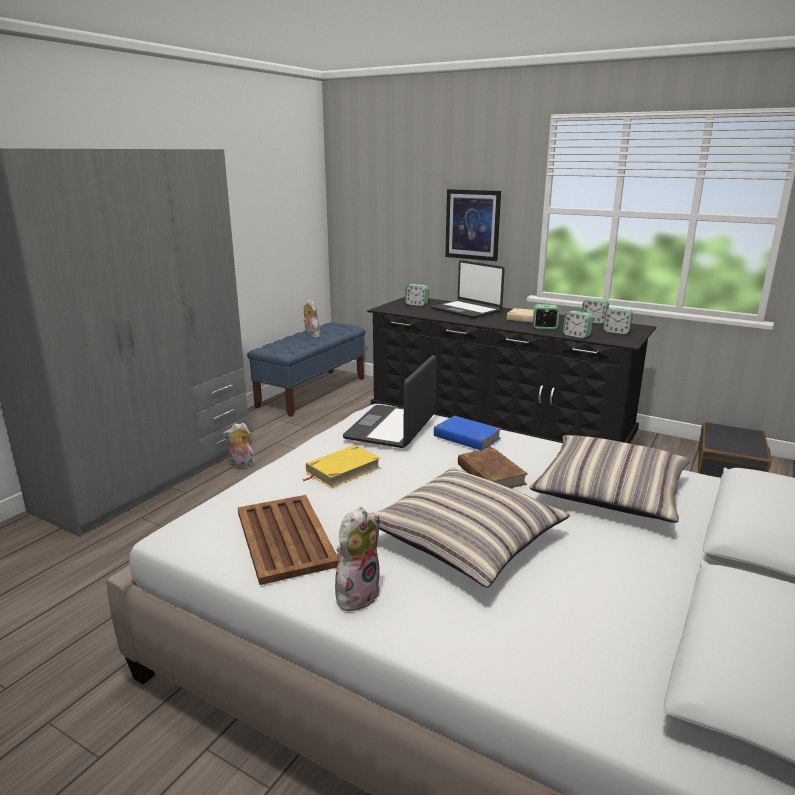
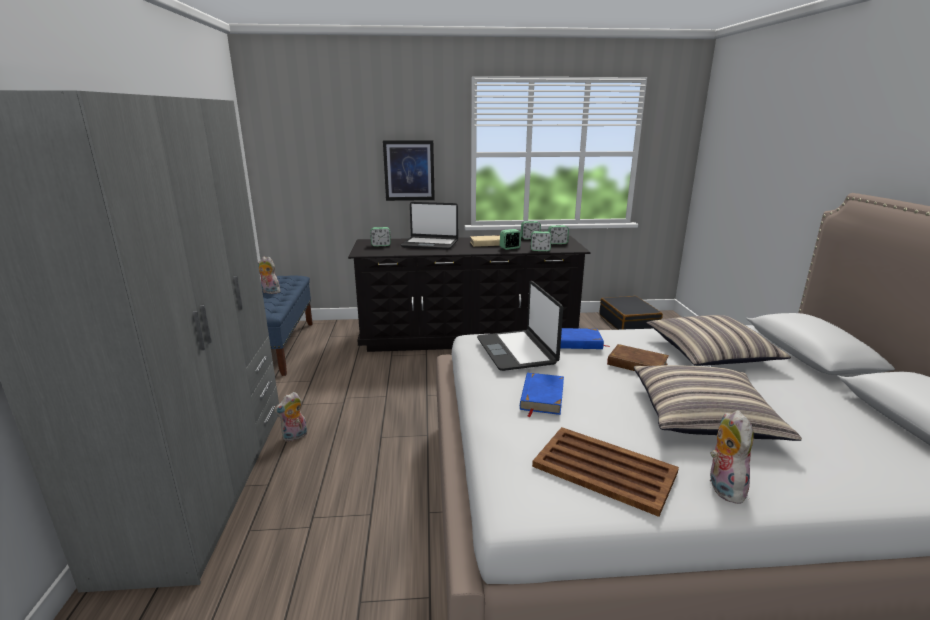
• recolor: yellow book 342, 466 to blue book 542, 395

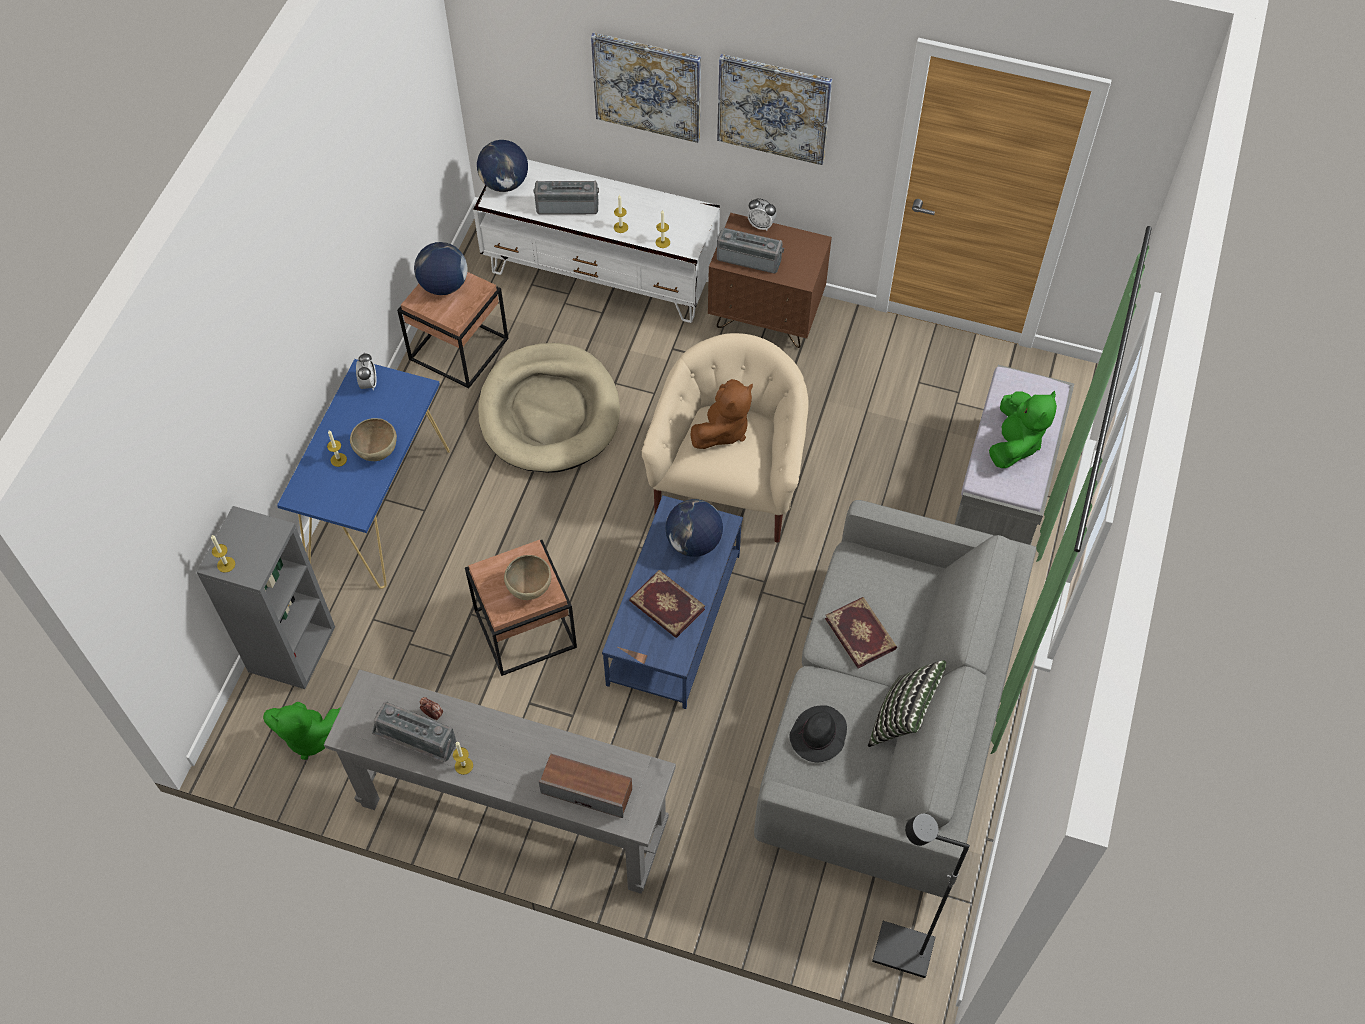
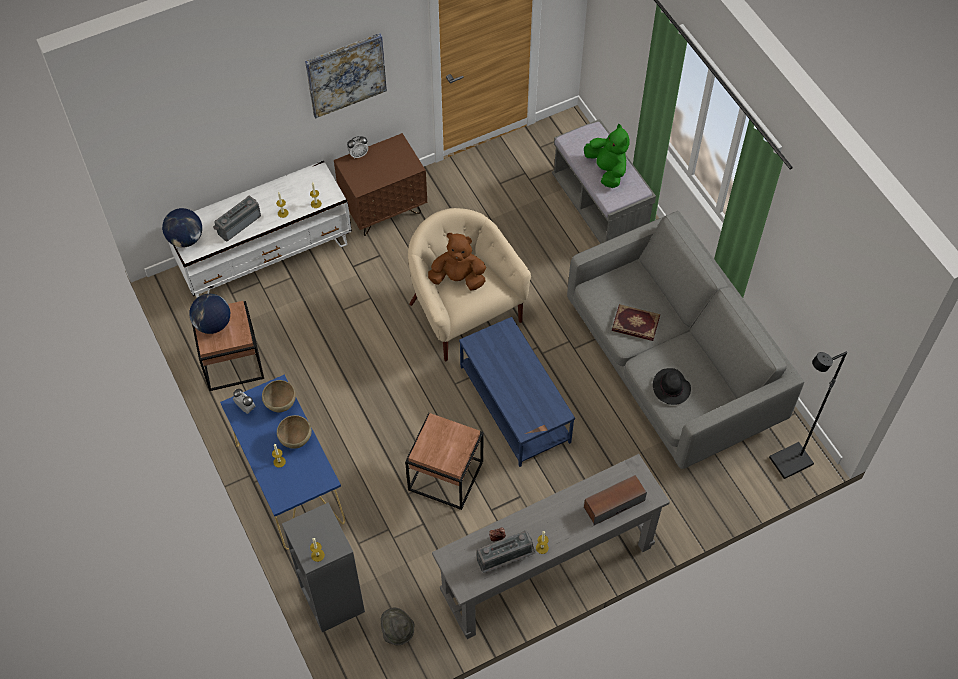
• delete: picture 646, 88
• delete: radio 750, 250
• delete: beige dog bed 549, 408
• rotate: brown plush toy 721, 414 = 457, 262 75 degrees counterclockwise
• delete: globe 694, 528
• move: brown bowl 527, 577 to 279, 396
• delete: book 667, 604
• delete: pillow 907, 703
• replace: green plush toy 302, 731 to grey hat 397, 626

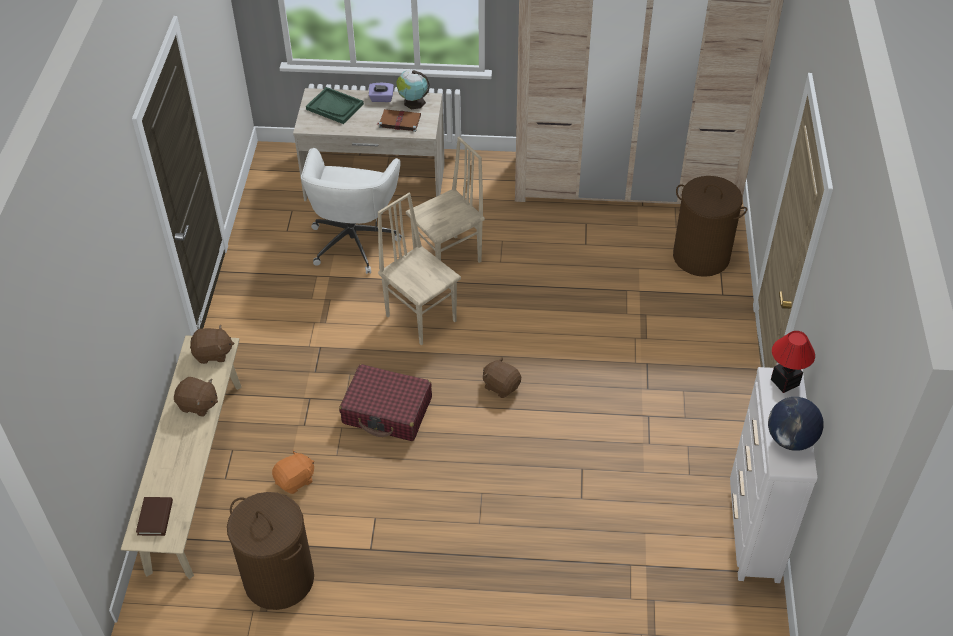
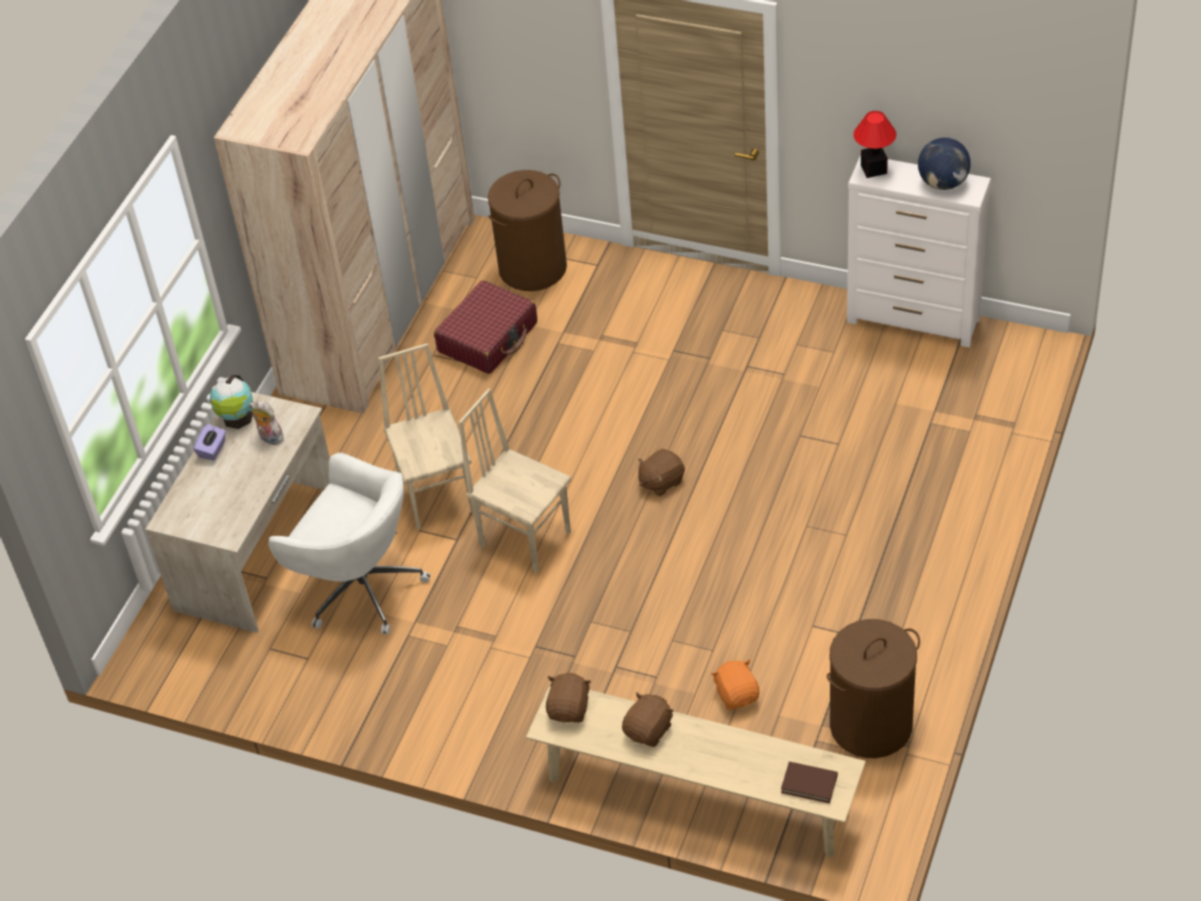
• delete: green tray 335, 105
• replace: brown book 399, 120 to plush toy 266, 423
• rotate: beige chair 419, 269 = 515, 480 60 degrees clockwise
• move: red suitcase 385, 402 to 485, 327

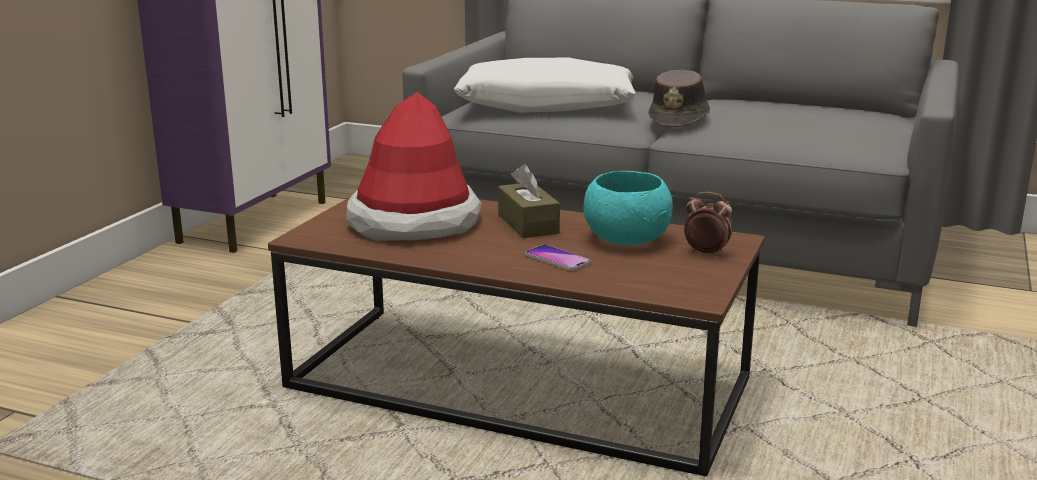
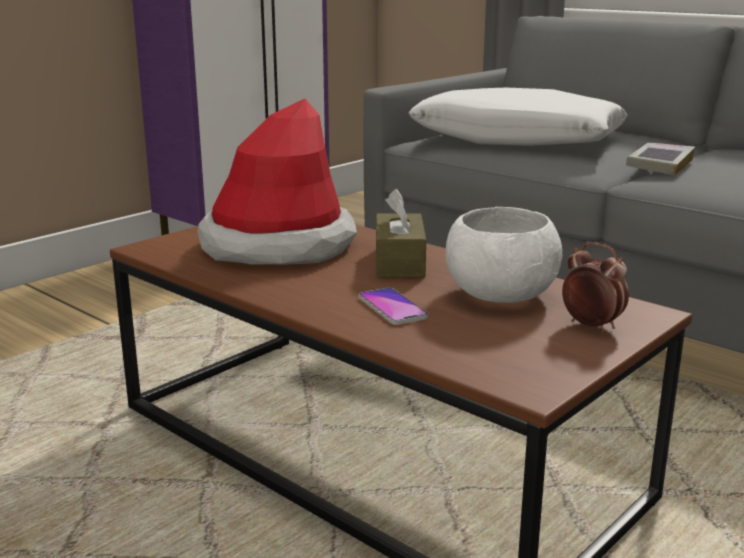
• replace: brown hat 679, 98 to book 660, 159
• recolor: turquoise bowl 628, 208 to white bowl 504, 255

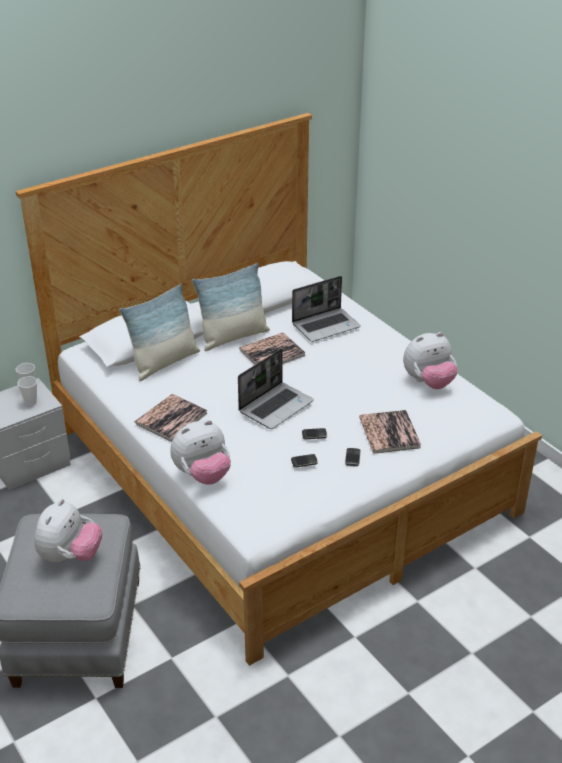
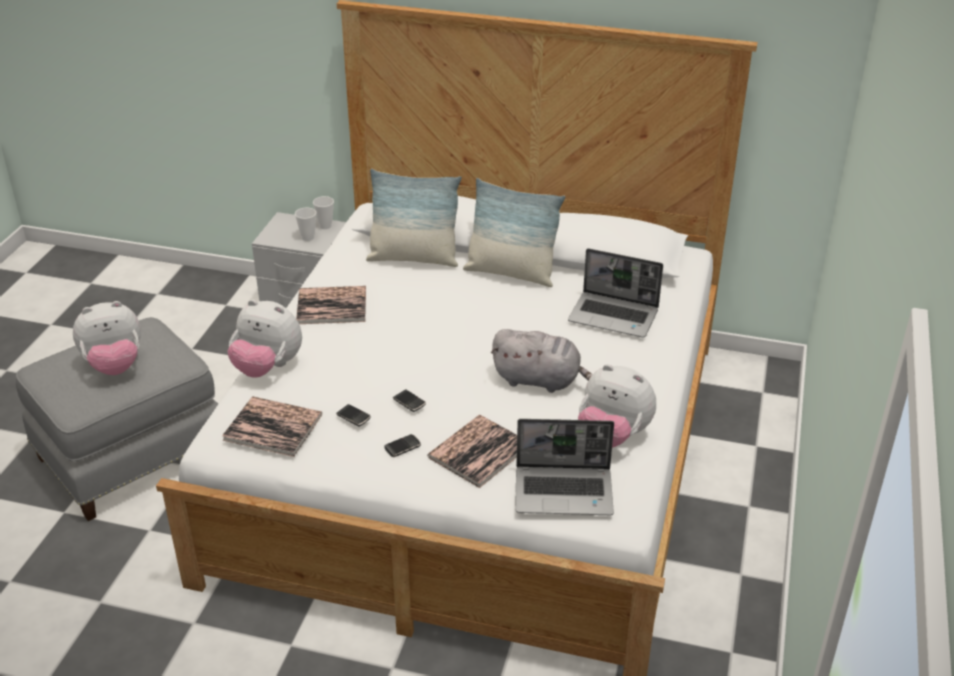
• move: book 272, 349 to 272, 426
• move: laptop 276, 389 to 564, 467
• insert: grey plush toy 541, 361

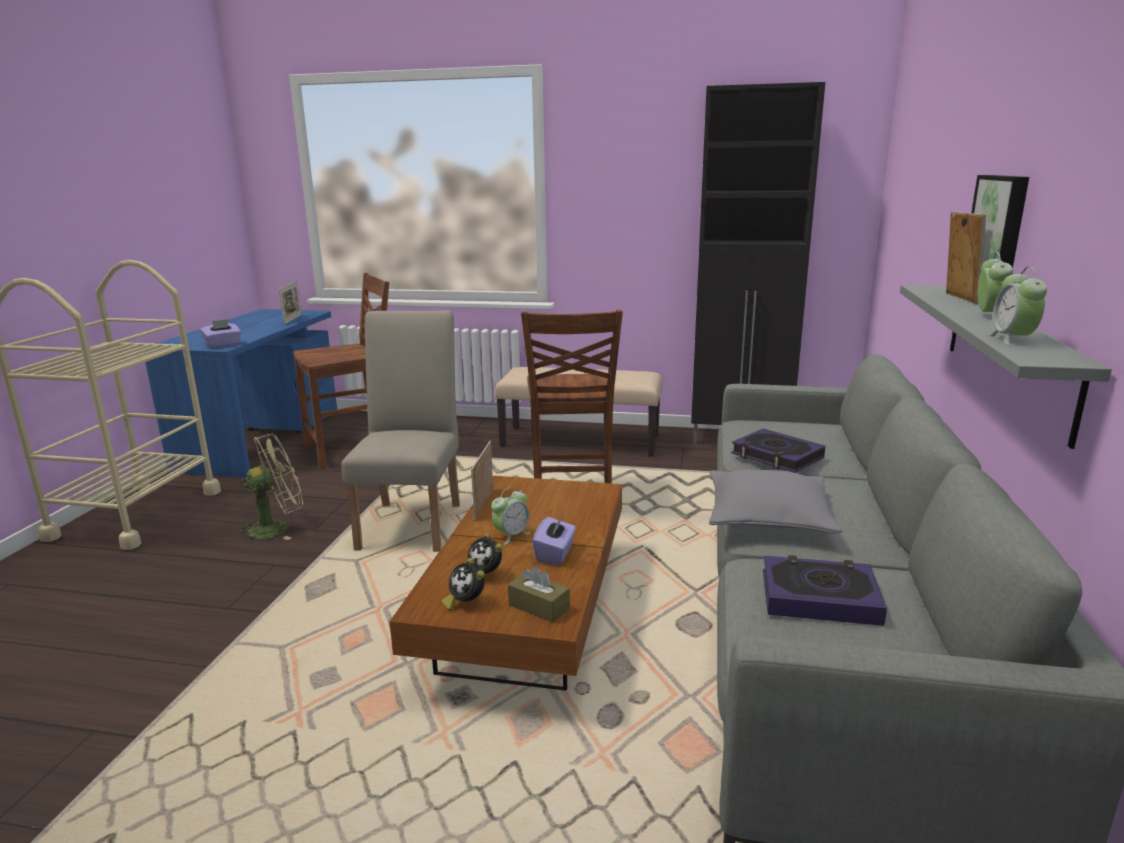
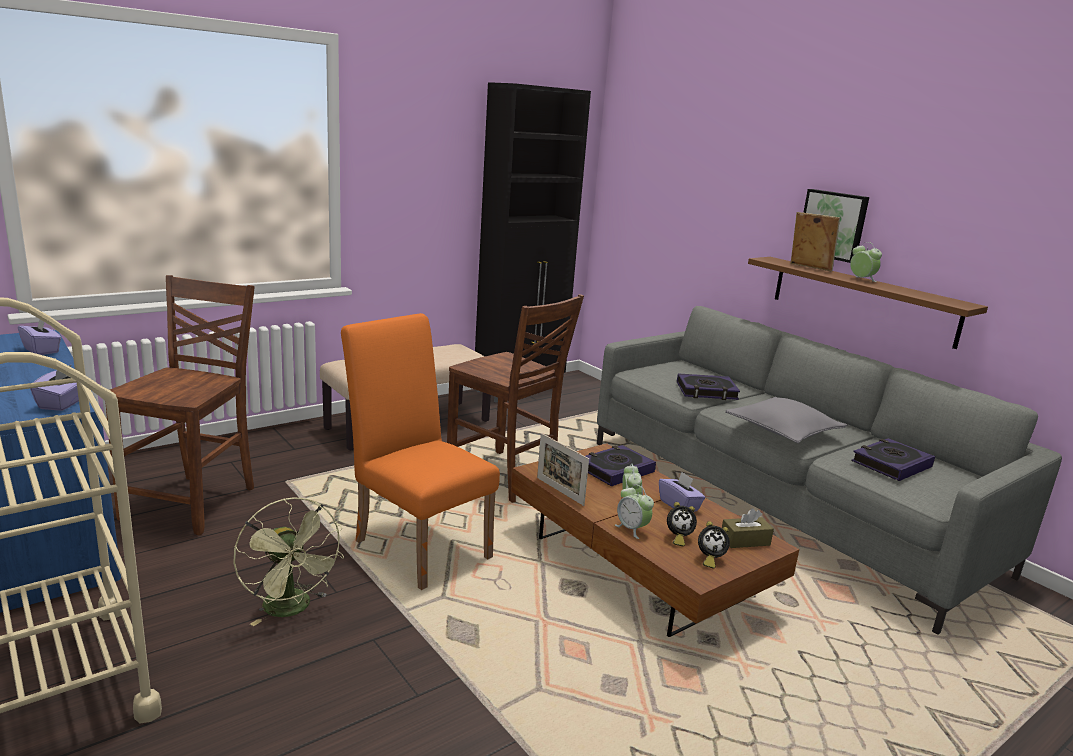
• move: alarm clock 1017, 306 to 634, 512
• replace: picture frame 290, 303 to purple tissue box 39, 337
• recolor: grey shelf 1006, 367 to brown shelf 868, 303
• recolor: beige chair 400, 431 to orange chair 420, 451
• rotate: green fan 268, 487 = 288, 562 135 degrees clockwise
• insert: book 621, 465

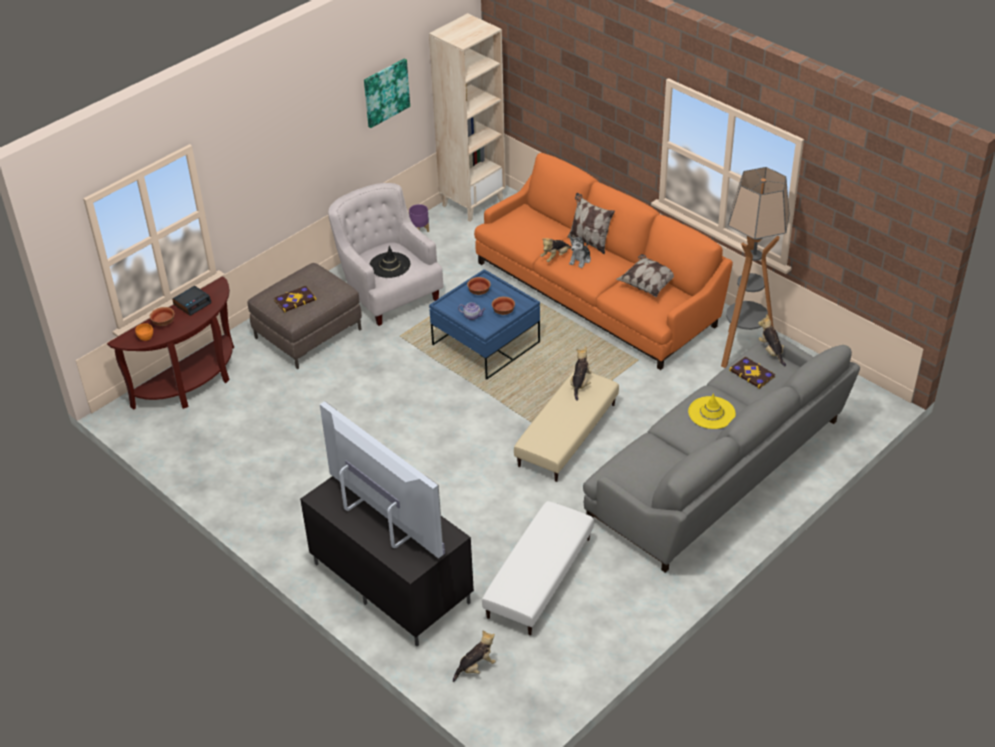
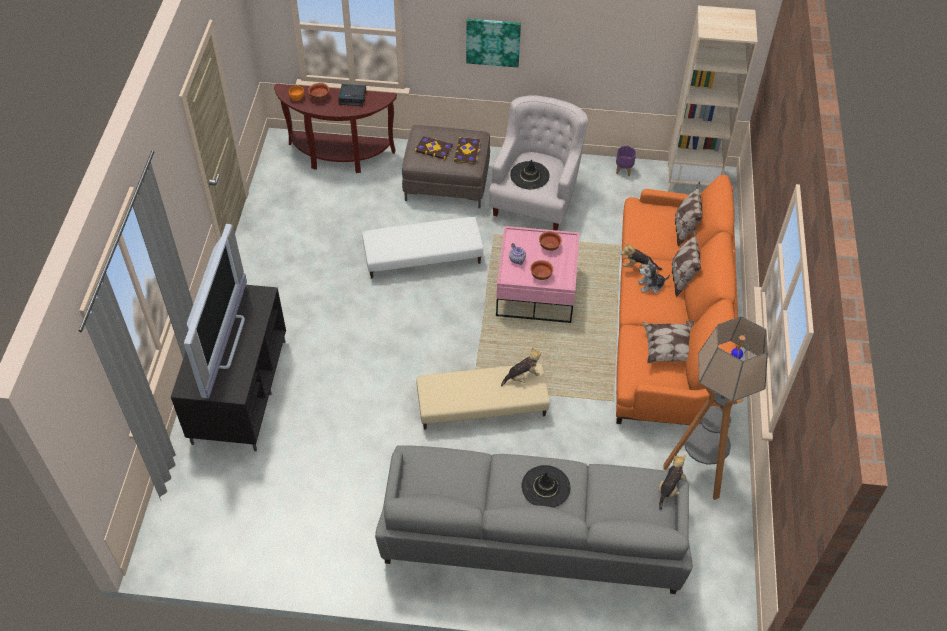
• move: picture 387, 93 to 493, 43
• recolor: blue coffee table 484, 324 to pink coffee table 537, 274
• move: book 752, 373 to 467, 150
• recolor: yellow hat 712, 411 to black hat 546, 486
• move: white ottoman 538, 568 to 422, 248
• delete: plush toy 474, 656
• insert: pillow 688, 214

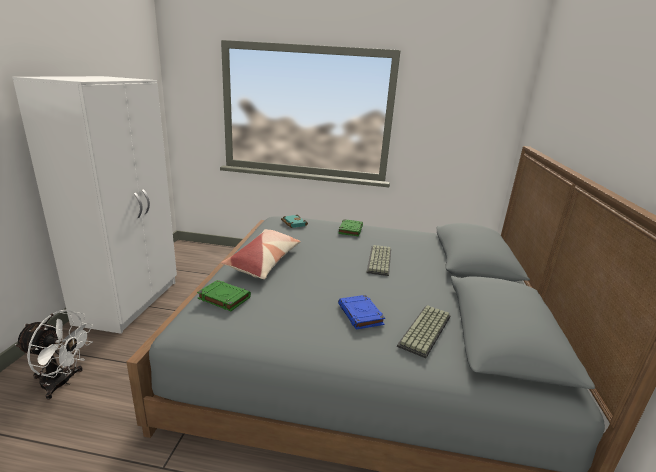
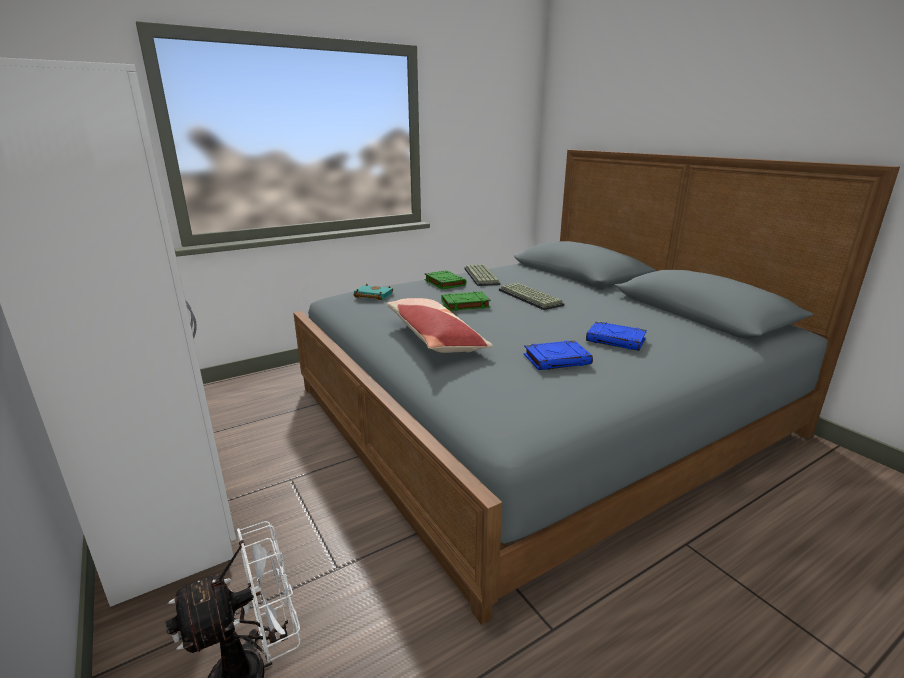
• move: green book 224, 295 to 466, 301
• move: keyboard 424, 331 to 482, 275
• insert: blue book 558, 355

